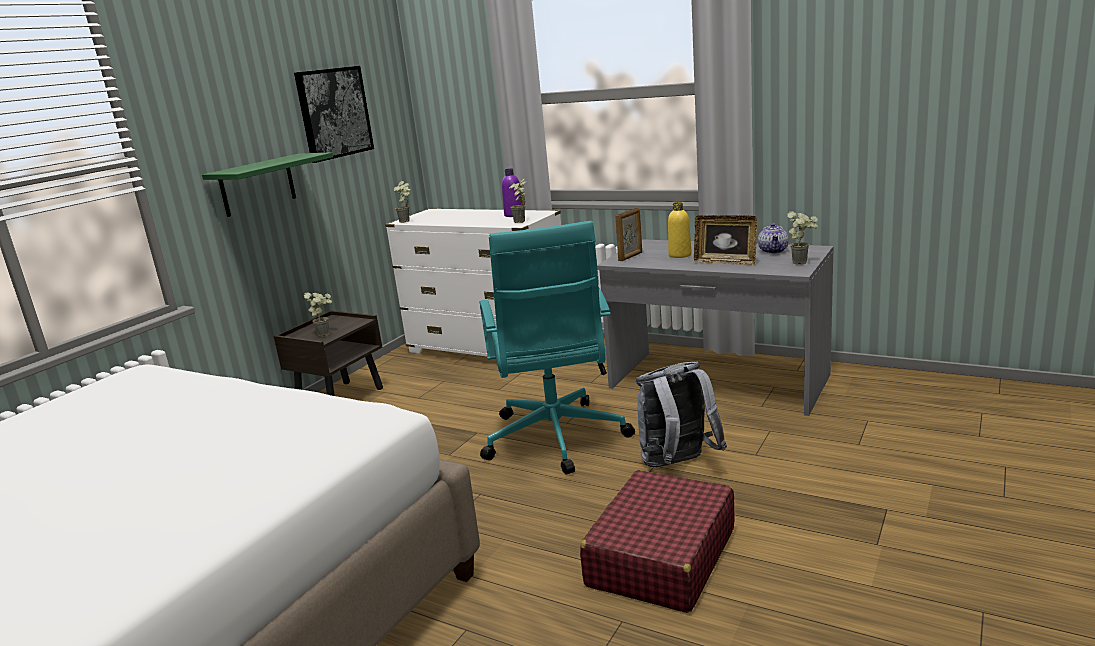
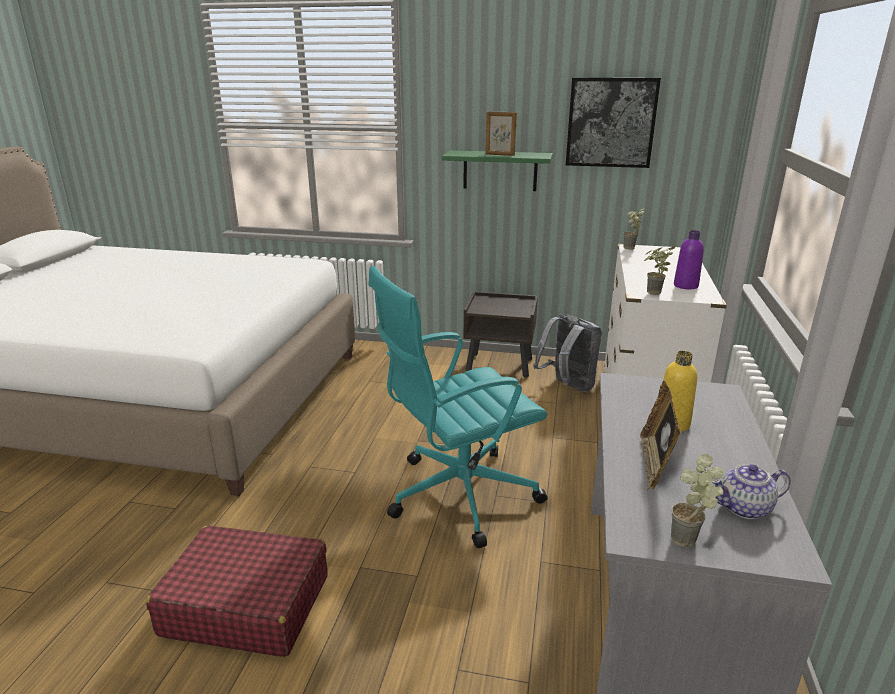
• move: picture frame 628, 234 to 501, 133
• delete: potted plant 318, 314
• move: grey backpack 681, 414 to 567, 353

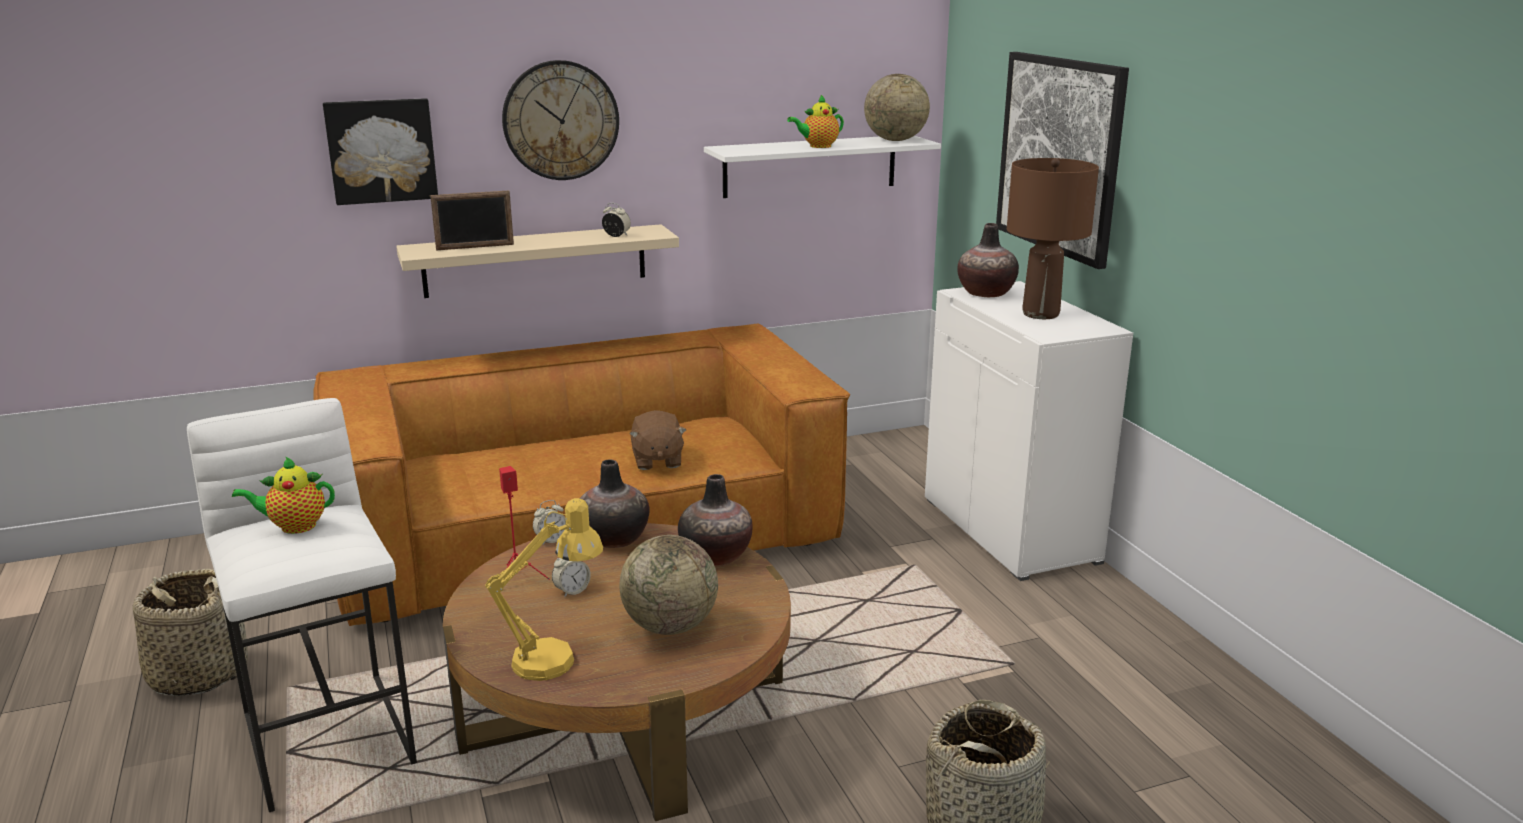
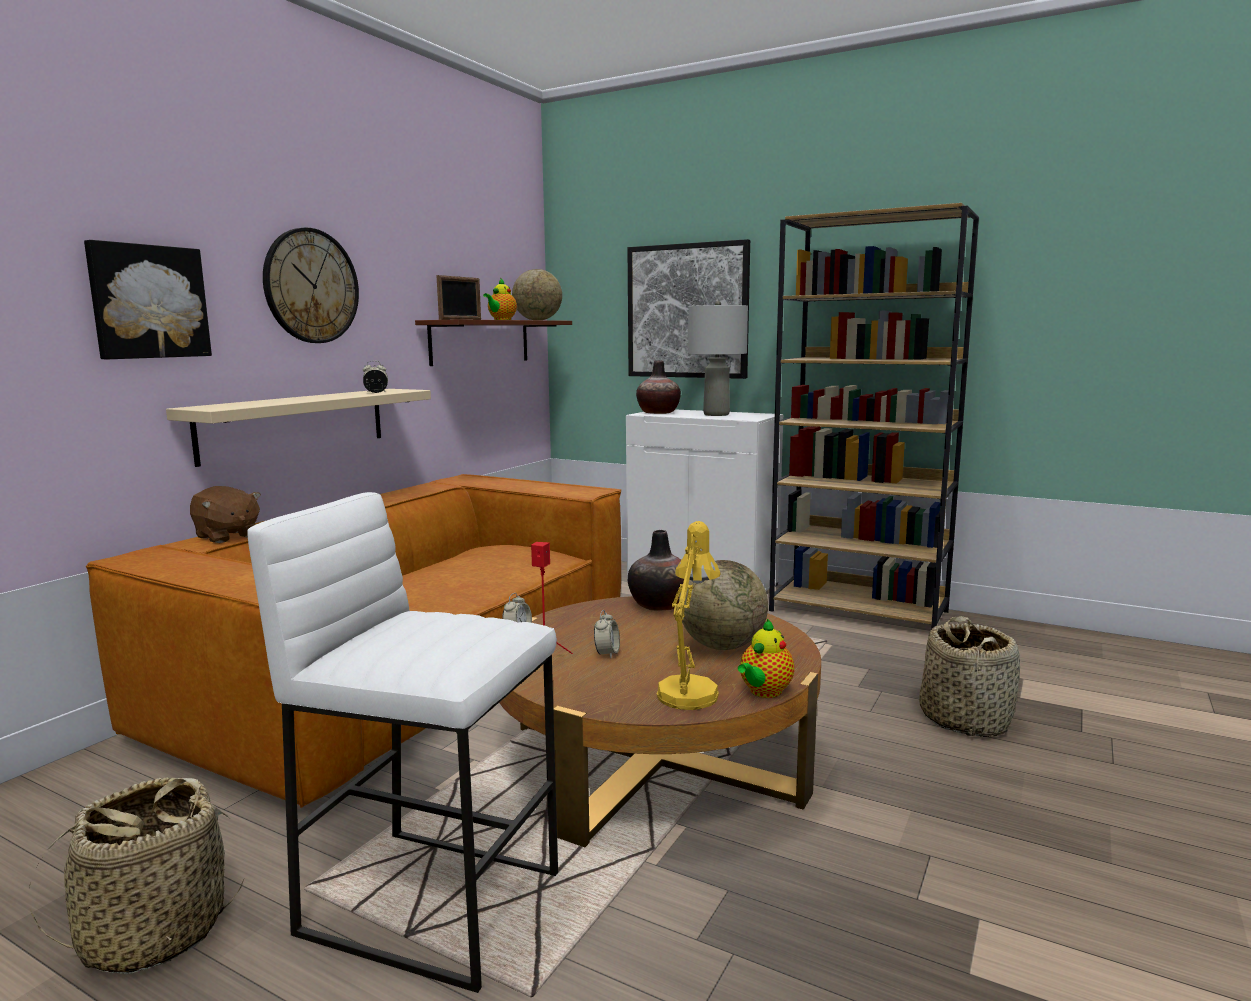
• recolor: white shelf 822, 167 to brown shelf 493, 342
• recolor: brown table lamp 1053, 238 to grey table lamp 718, 358
• move: picture frame 472, 220 to 458, 297
• move: brown plush toy 658, 440 to 225, 514
• move: teapot 283, 495 to 766, 658
• delete: vase 615, 503
• insert: brown bookcase 874, 416

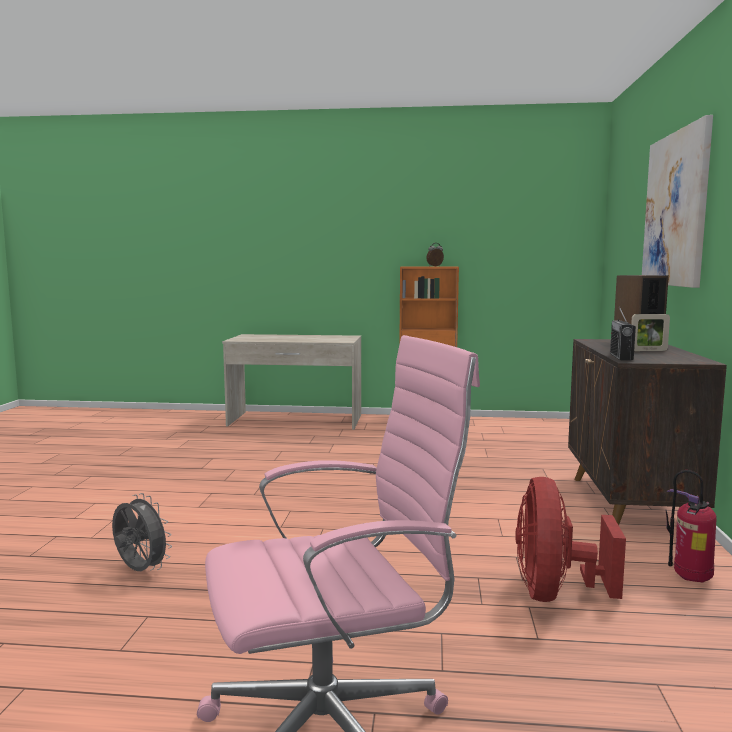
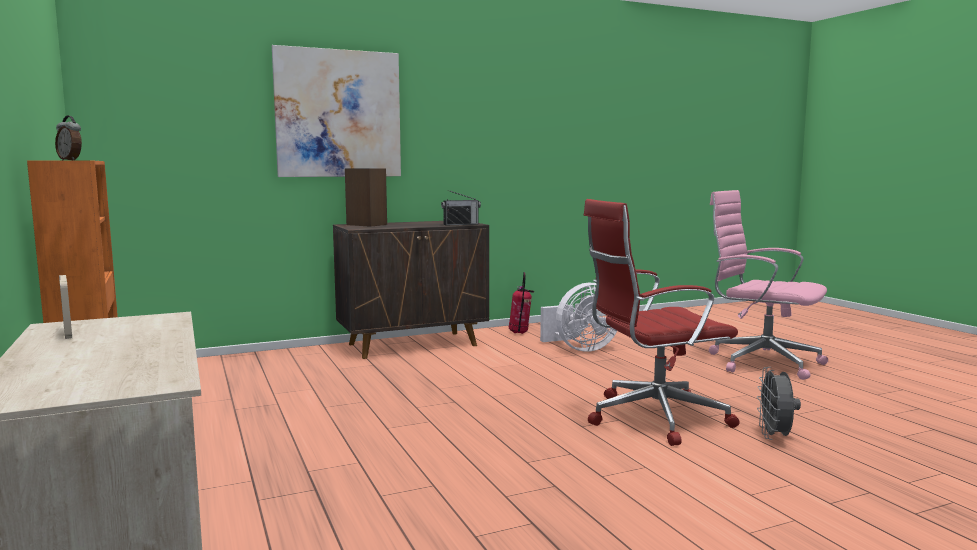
• move: picture frame 650, 332 to 65, 307
• recolor: red fan 570, 539 to white fan 578, 317
• insert: red office chair 662, 322

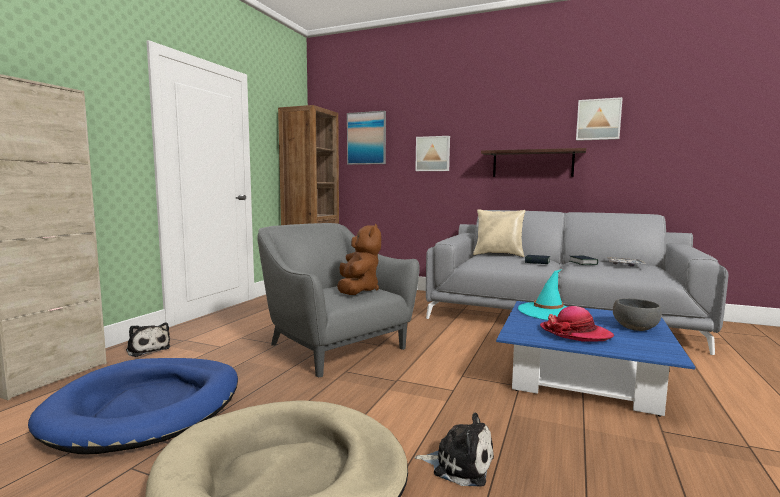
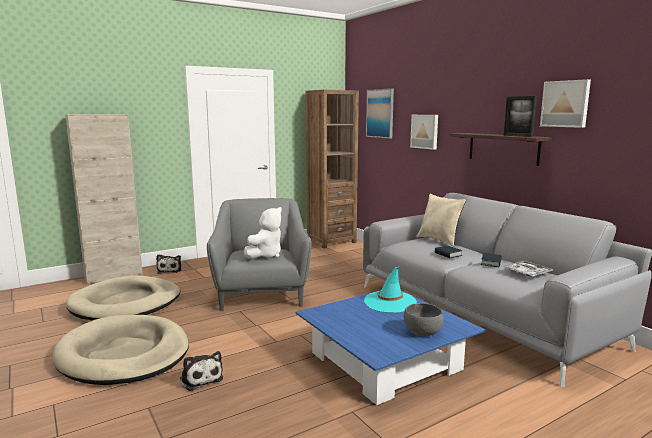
• recolor: brown plush toy 359, 259 to white plush toy 263, 233
• delete: hat 577, 324
• recolor: blue dog bed 133, 406 to beige dog bed 123, 297
• insert: picture frame 520, 116

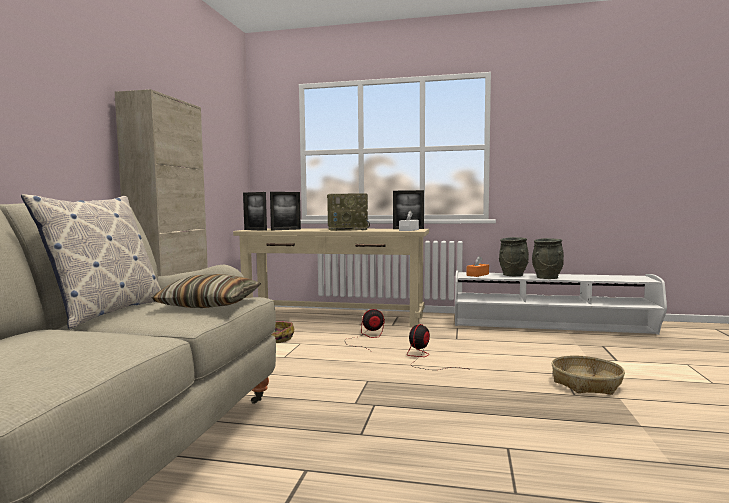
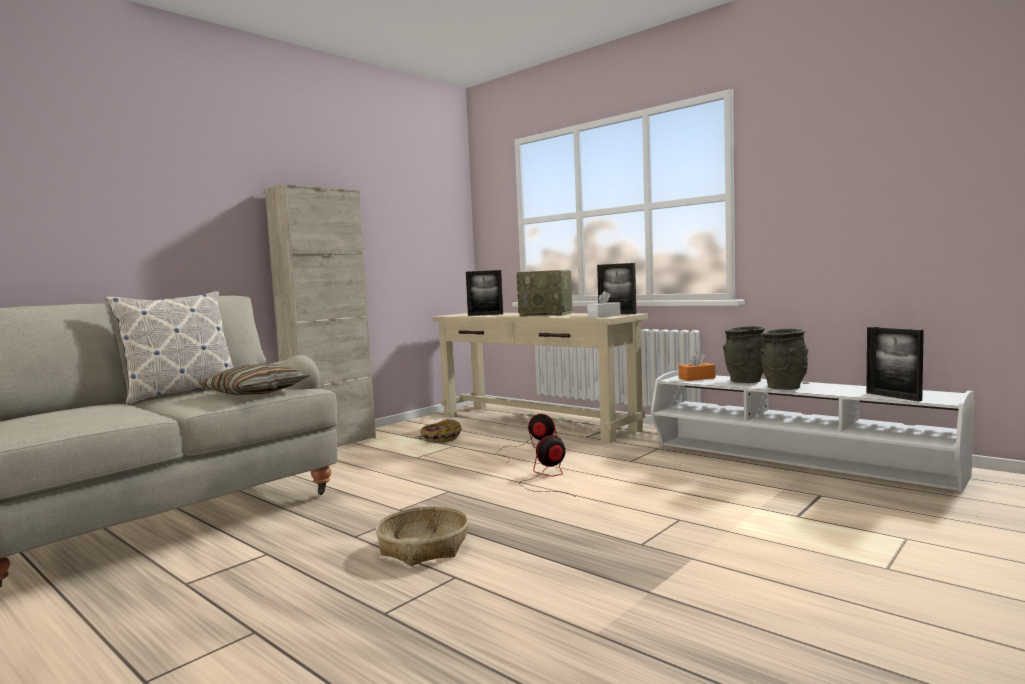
• move: picture frame 255, 211 to 895, 364
• move: basket 588, 375 to 422, 536

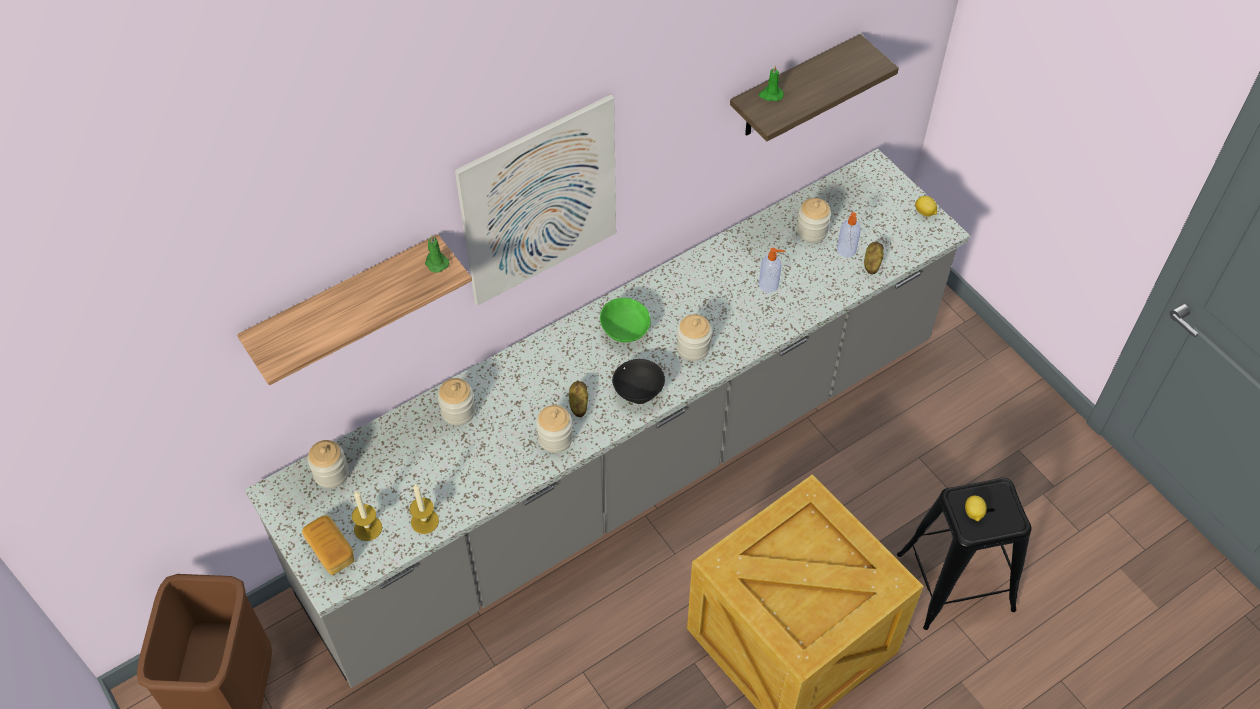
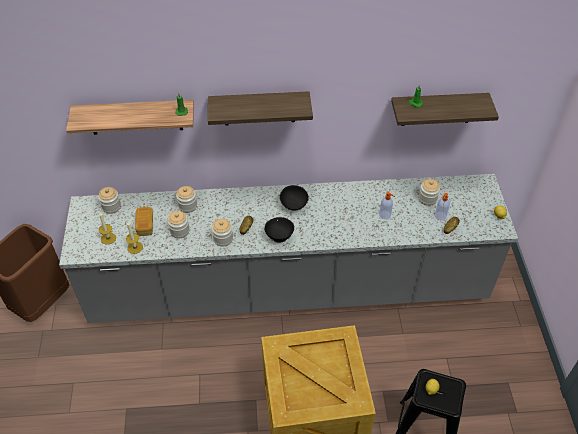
• replace: picture 535, 200 to shelf 260, 108
• recolor: green bowl 625, 320 to black bowl 294, 198
• move: jar 694, 337 to 179, 225
• move: bread 328, 545 to 144, 221

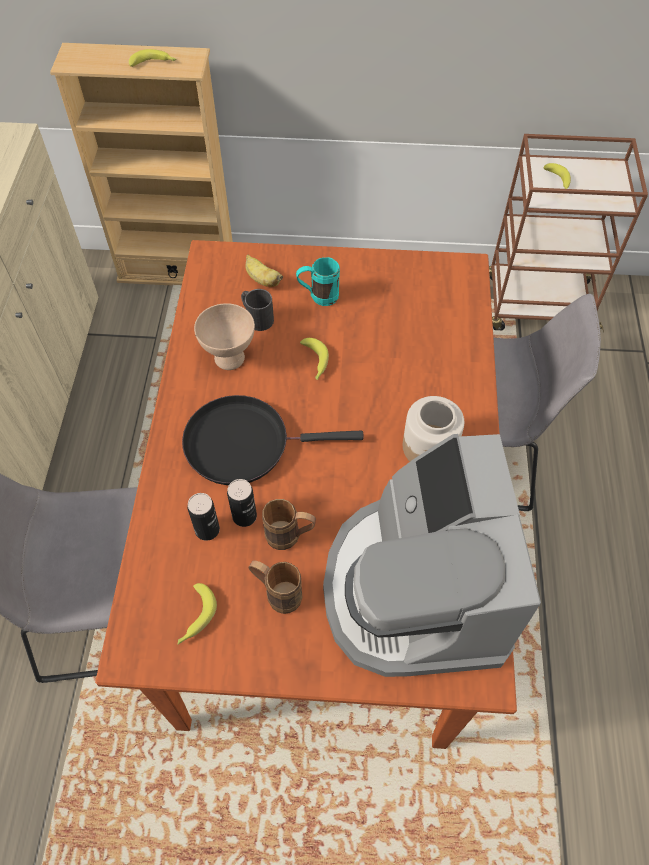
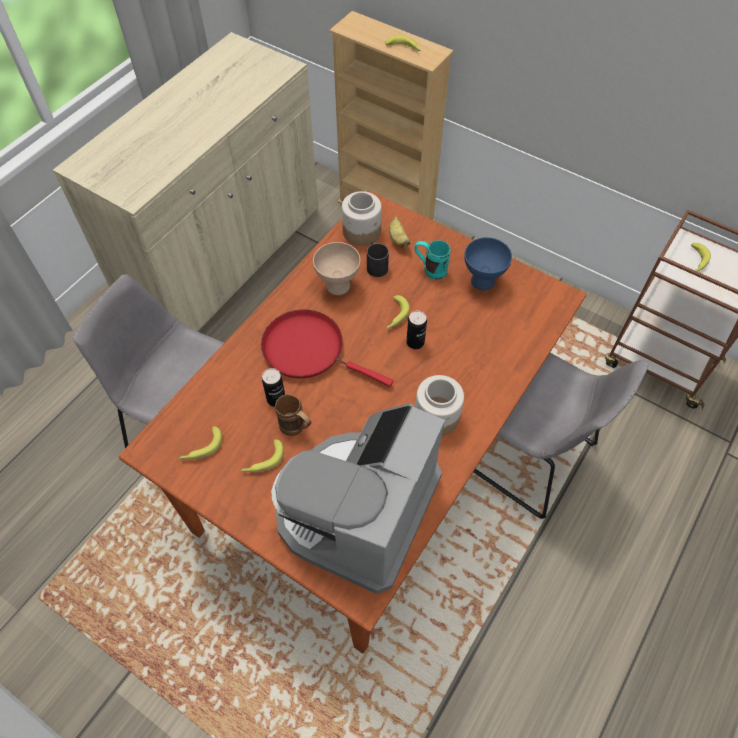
• recolor: black frying pan 273, 440 to red frying pan 327, 348
• move: can 204, 517 to 416, 330
• replace: brown mug 275, 587 to banana 262, 455
• insert: jar 362, 218
• insert: blue bowl 488, 263

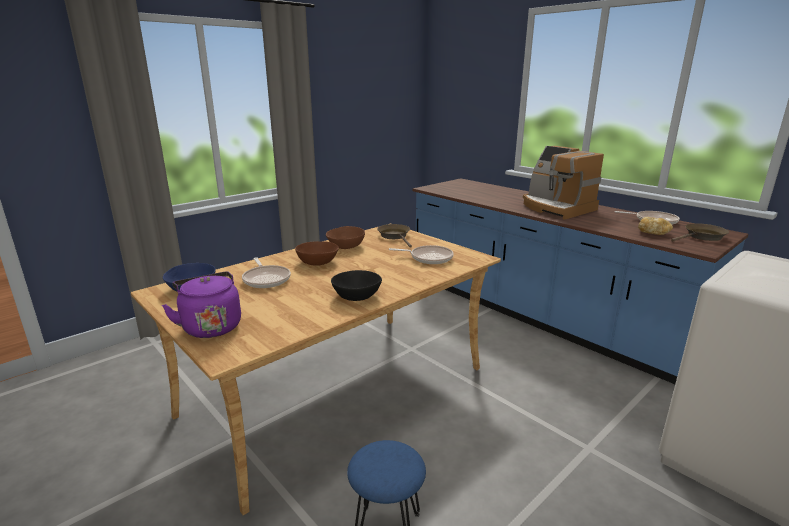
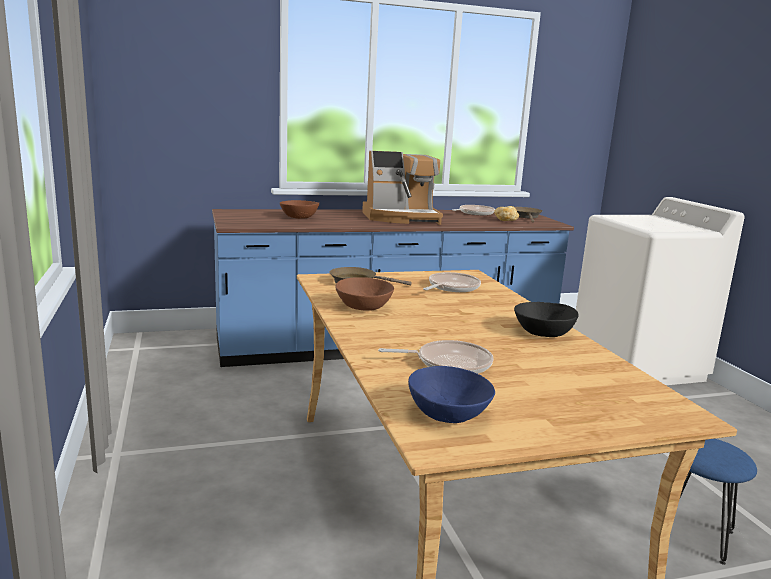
• move: brown bowl 317, 253 to 299, 209
• delete: purple kettle 201, 304

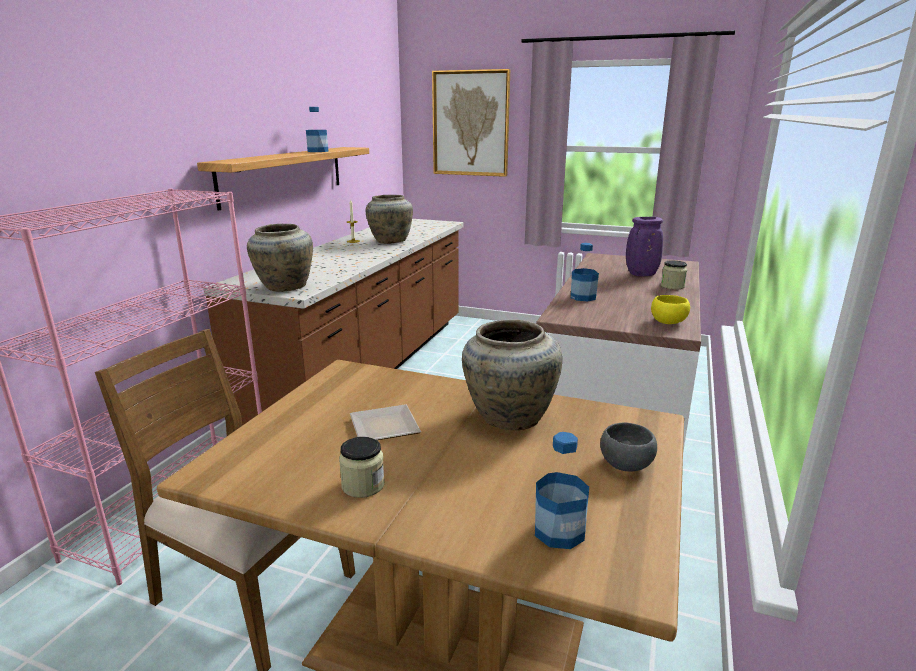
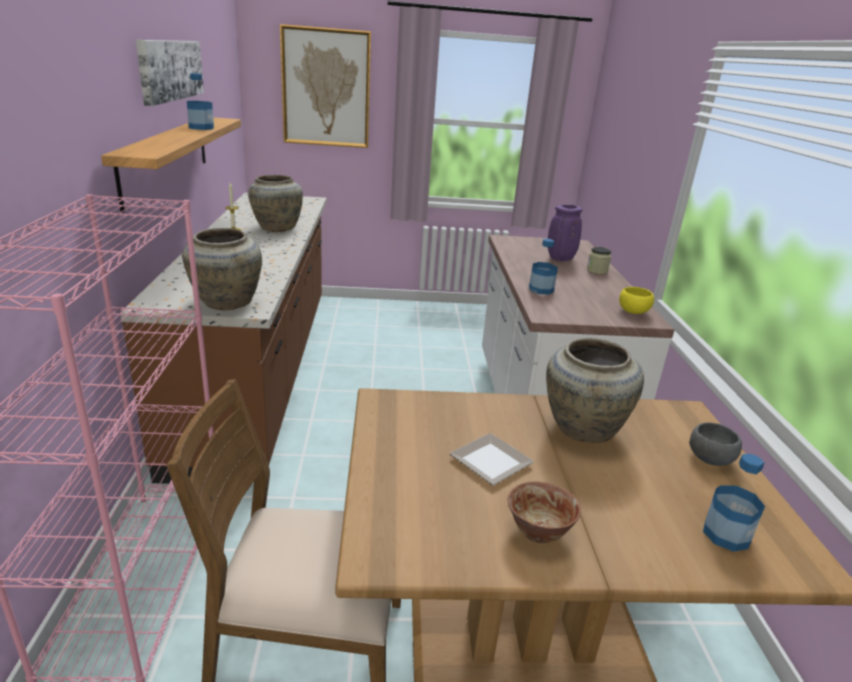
• replace: jar 362, 467 to bowl 544, 512
• insert: picture 170, 73

